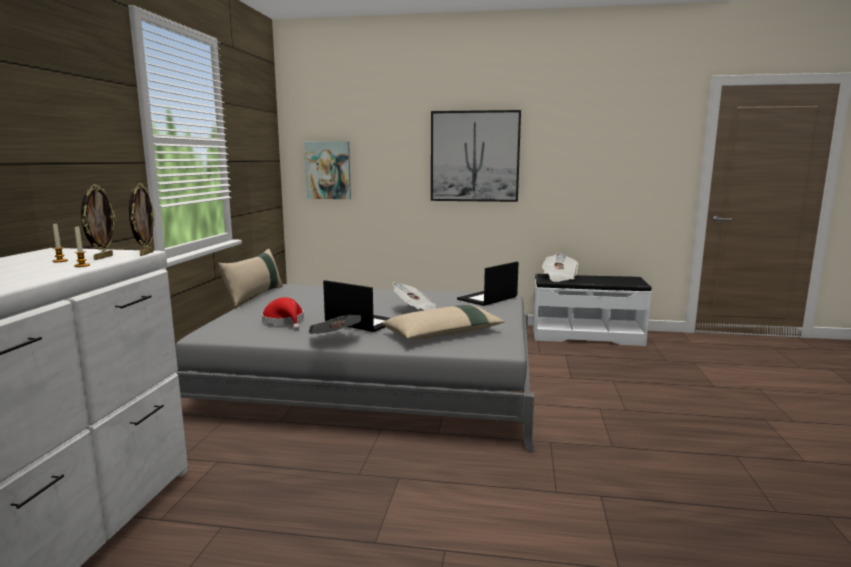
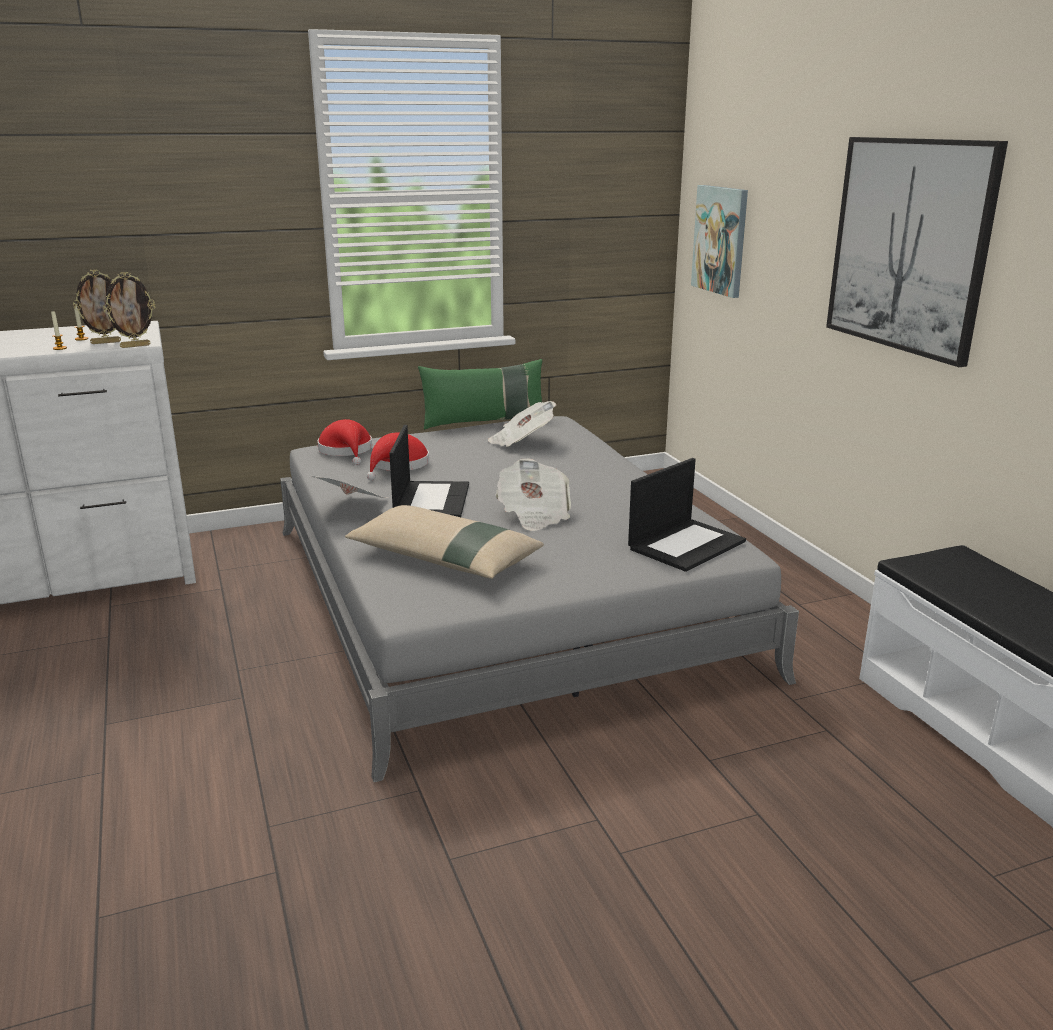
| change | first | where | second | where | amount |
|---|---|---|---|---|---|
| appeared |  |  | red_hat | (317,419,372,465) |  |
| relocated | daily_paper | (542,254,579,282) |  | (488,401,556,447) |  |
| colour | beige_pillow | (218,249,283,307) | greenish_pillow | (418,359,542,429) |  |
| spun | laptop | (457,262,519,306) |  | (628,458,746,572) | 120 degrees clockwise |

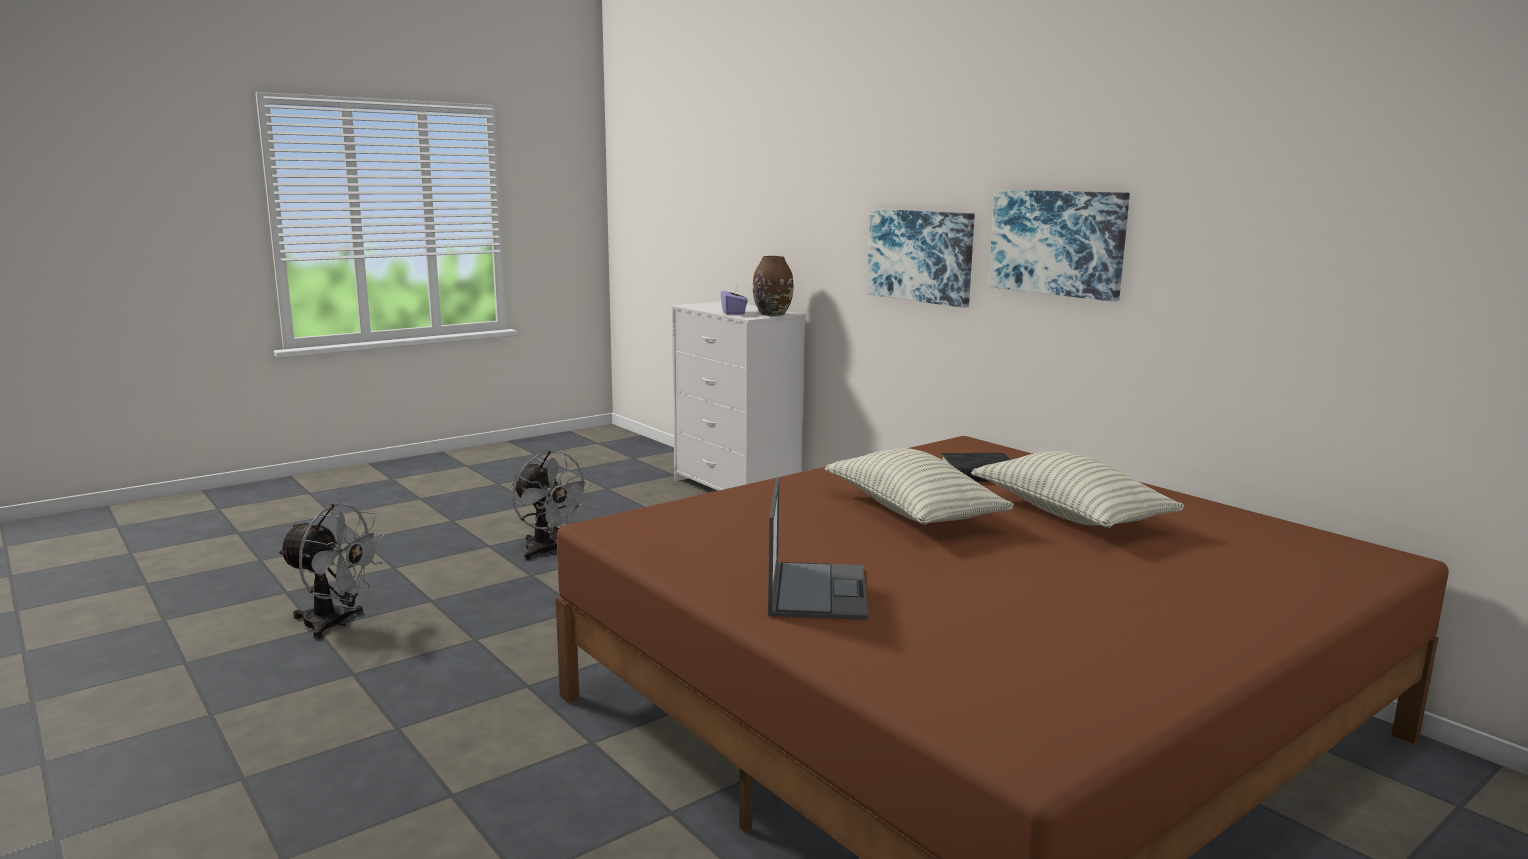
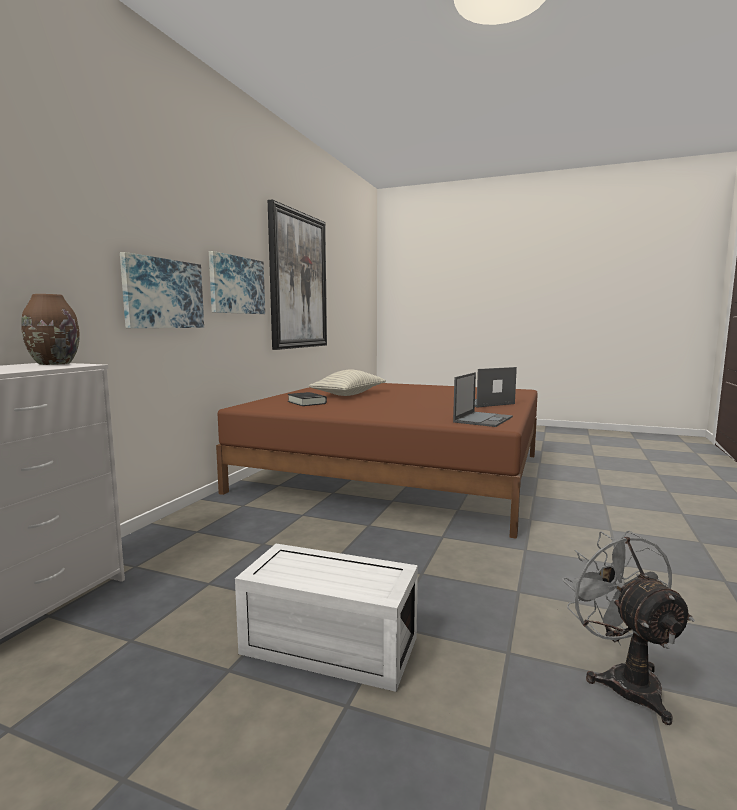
| change | first | where | second | where | amount |
|---|---|---|---|---|---|
| missing | purple-coloured_tissue_holder | (721,285,748,315) |  |  |  |
| missing | pillow | (825,448,1014,525) |  |  |  |
| appeared |  |  | wall_art | (268,199,327,350) |  |
| appeared |  |  | laptop | (453,372,513,427) |  |
| exchanged | gray_cooling_fan | (512,451,592,560) | white-coloured_storage_bin | (235,544,418,692) |  |

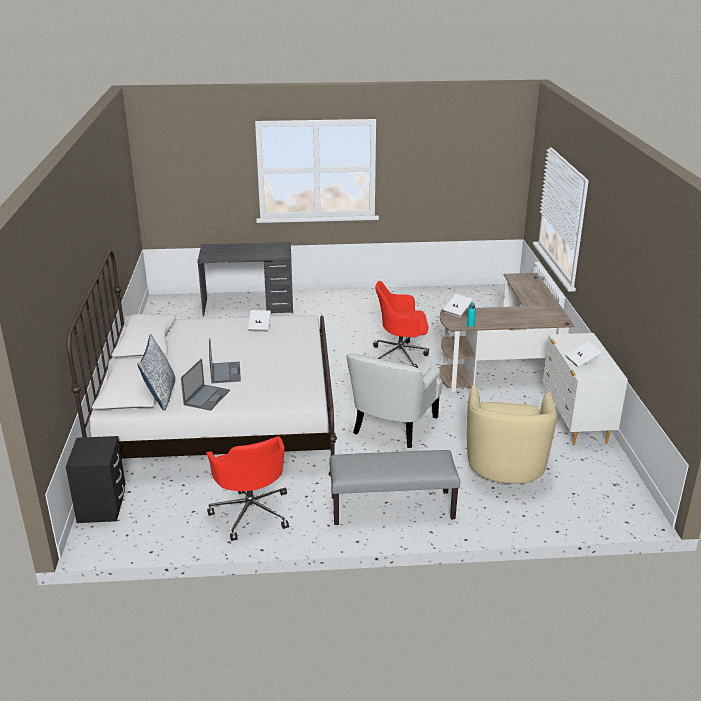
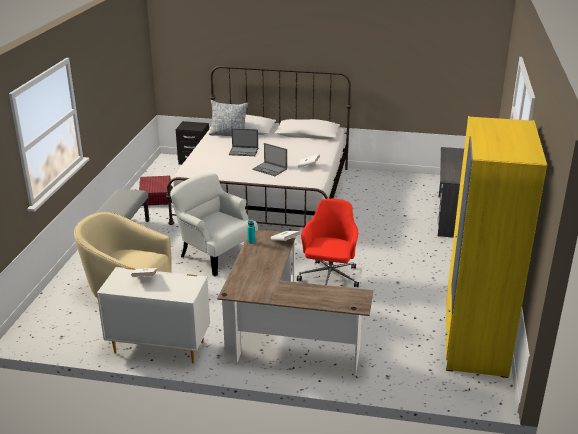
| change | first | where | second | where | amount |
|---|---|---|---|---|---|
| appeared |  |  | yellow-coloured_clothes_cupboard | (446,116,547,378) |  |
| relocated | laptop | (181,359,230,411) |  | (252,143,287,176) |  |
| exchanged | red_desk_chair | (206,436,289,541) | red_travel_case | (139,175,172,206) |  |

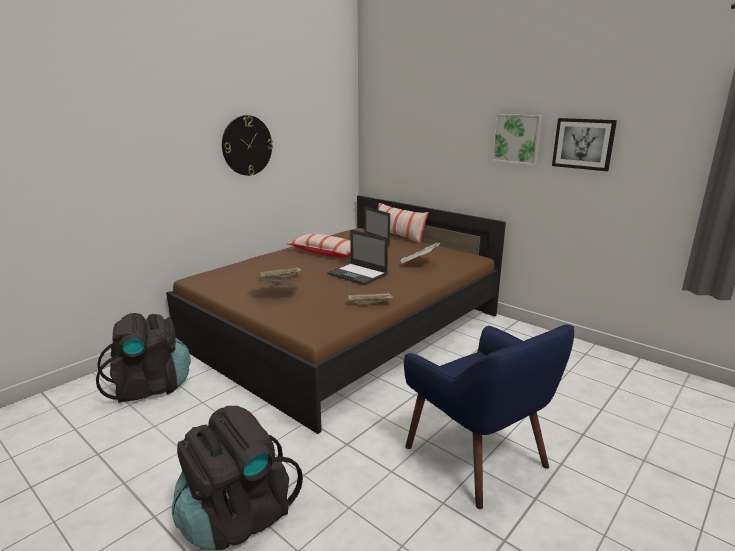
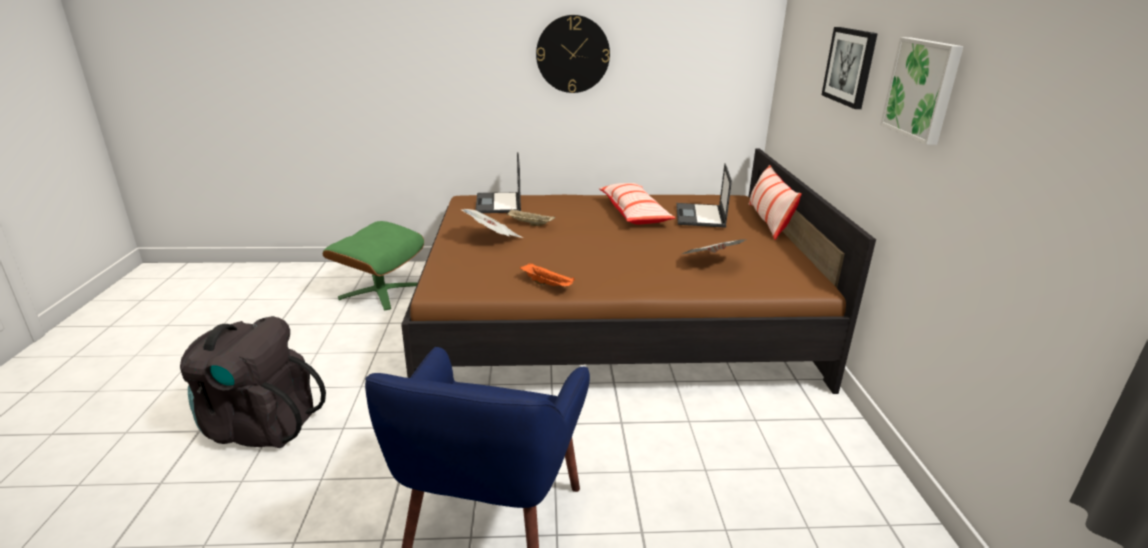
| change | first | where | second | where | amount |
|---|---|---|---|---|---|
| relocated | laptop | (327,230,388,285) |  | (475,152,521,213) |  |
| relocated | wall_art | (552,118,617,171) |  | (822,27,878,109) |  |
| exchanged | black-coloured_rucksack | (96,313,191,403) | greenish_footrest | (323,221,424,310) |  |
| colour | beige_tray | (348,292,394,306) | orangey_tray | (520,263,575,287) |  |

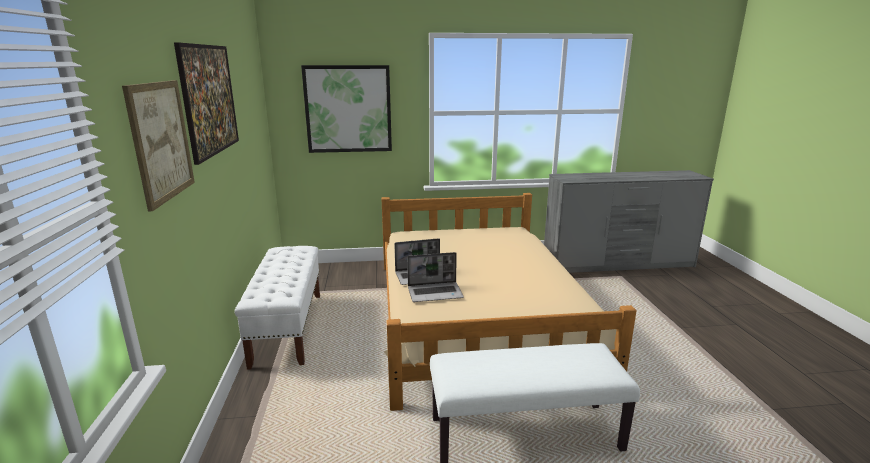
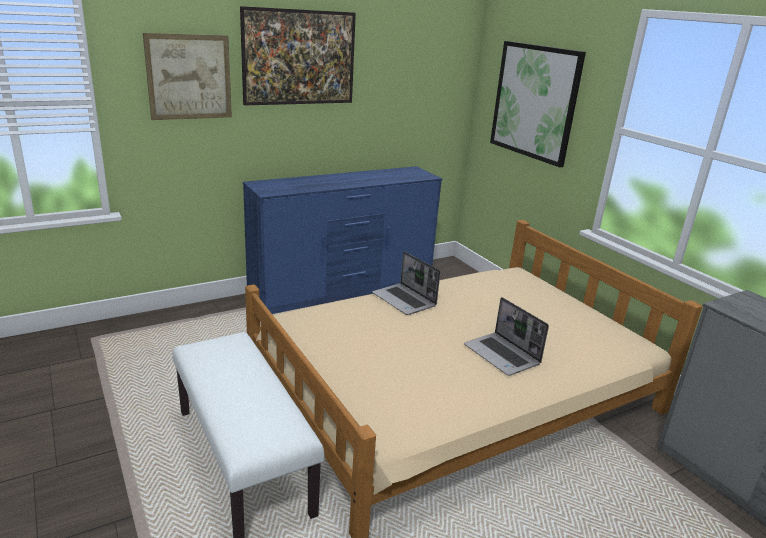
| change | first | where | second | where | amount |
|---|---|---|---|---|---|
| relocated | laptop | (407,252,464,302) |  | (464,297,549,376) |  |
| exchanged | white-coloured_long_seat | (234,246,320,370) | blue_chest_of_drawers | (243,166,442,314) |  |

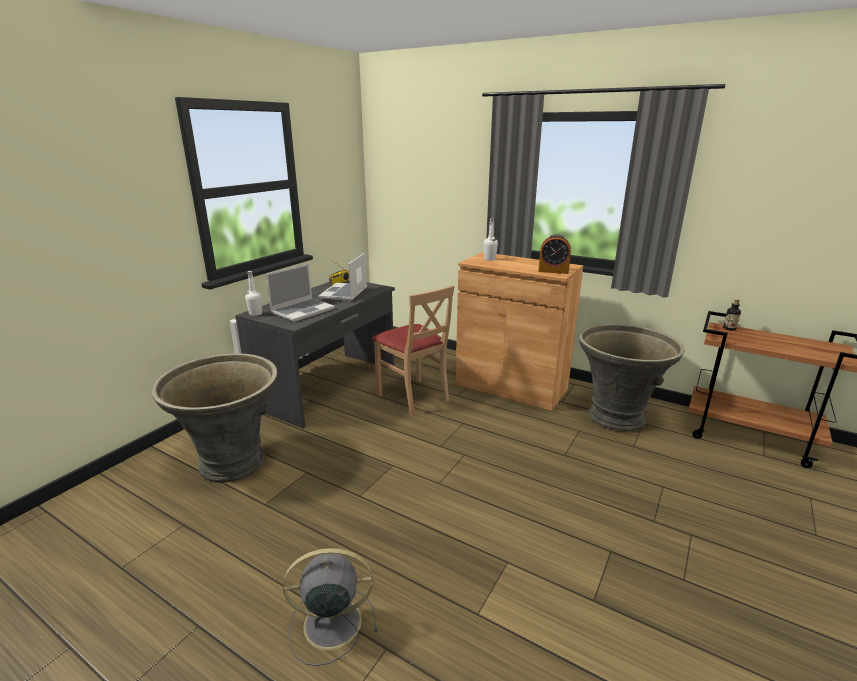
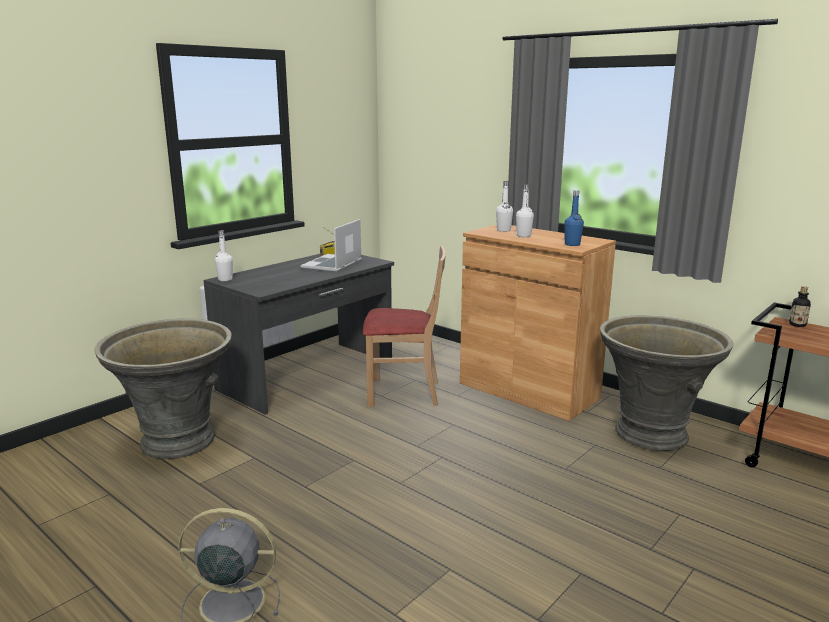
| change | first | where | second | where | amount |
|---|---|---|---|---|---|
| missing | laptop | (266,264,335,322) |  |  |  |
| appeared |  |  | white-coloured_beverage_bottle | (516,185,534,237) |  |
| exchanged | bedside_clock | (538,234,571,274) | blue_beverage_bottle | (564,190,584,246) |  |
| spun | beige_plain_chair | (372,285,455,416) |  | (363,246,446,407) | 60 degrees counterclockwise |

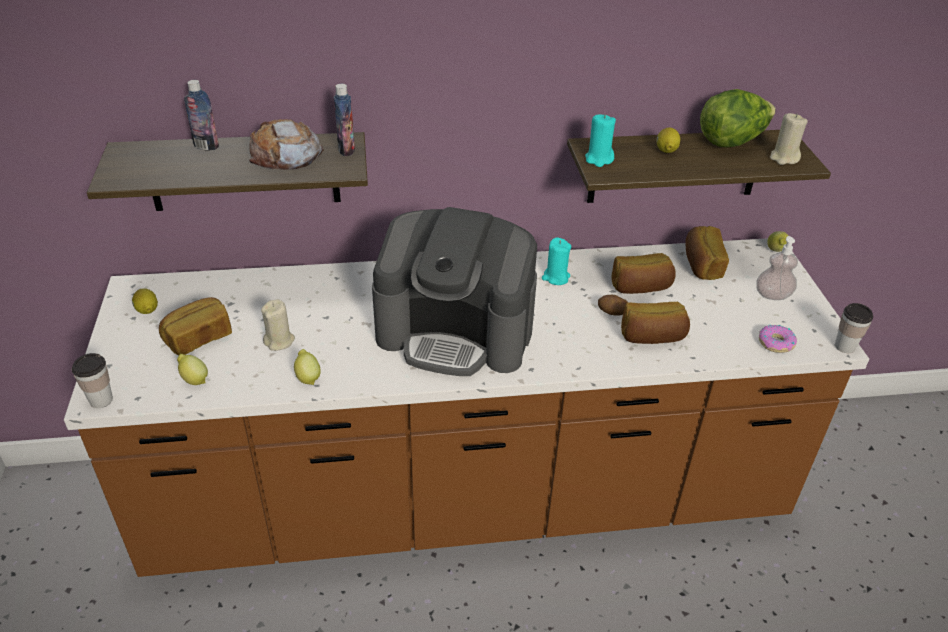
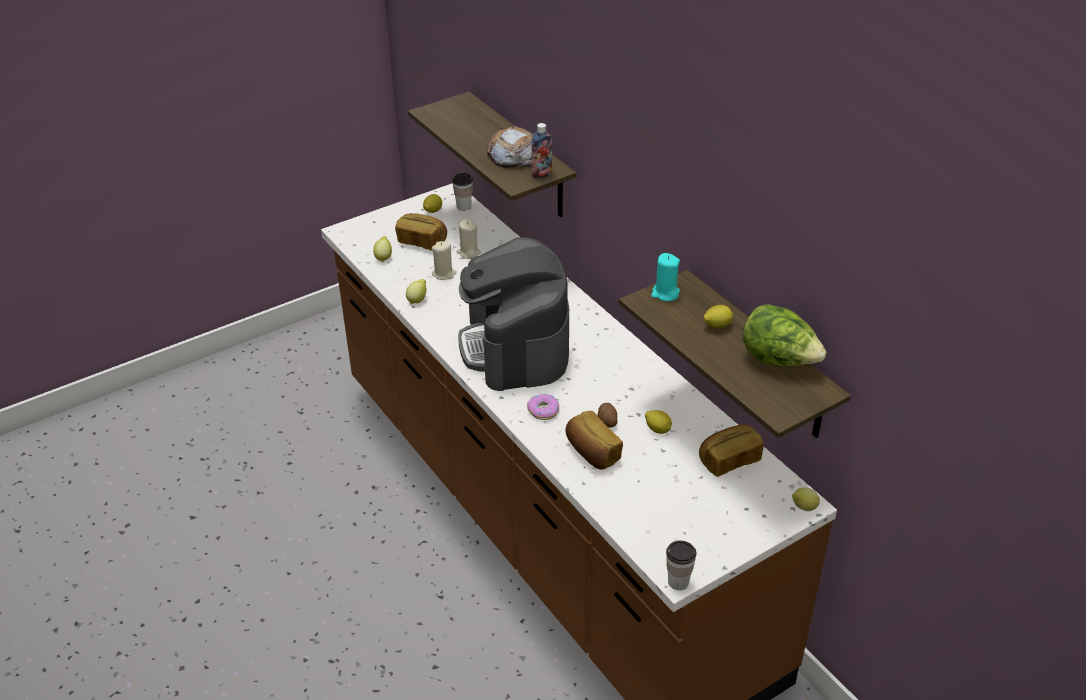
| change | first | where | second | where | amount |
|---|---|---|---|---|---|
| missing | beverage_bottle | (184,80,219,151) |  |  |  |
| missing | blue-green_wax_candle | (542,238,571,285) |  |  |  |
| missing | liquid_soap_bottle | (756,236,798,300) |  |  |  |
| relocated | drinking_cup | (72,353,113,408) |  | (452,173,473,211) |  |
| relocated | ring_doughnut | (759,325,797,353) |  | (527,394,559,420) |  |
| relocated | beige_wax_candle | (770,113,808,165) |  | (457,219,481,259) |  |
| exchanged | bakery_bread | (612,253,676,294) | whole_lemon | (645,410,672,434) |  |

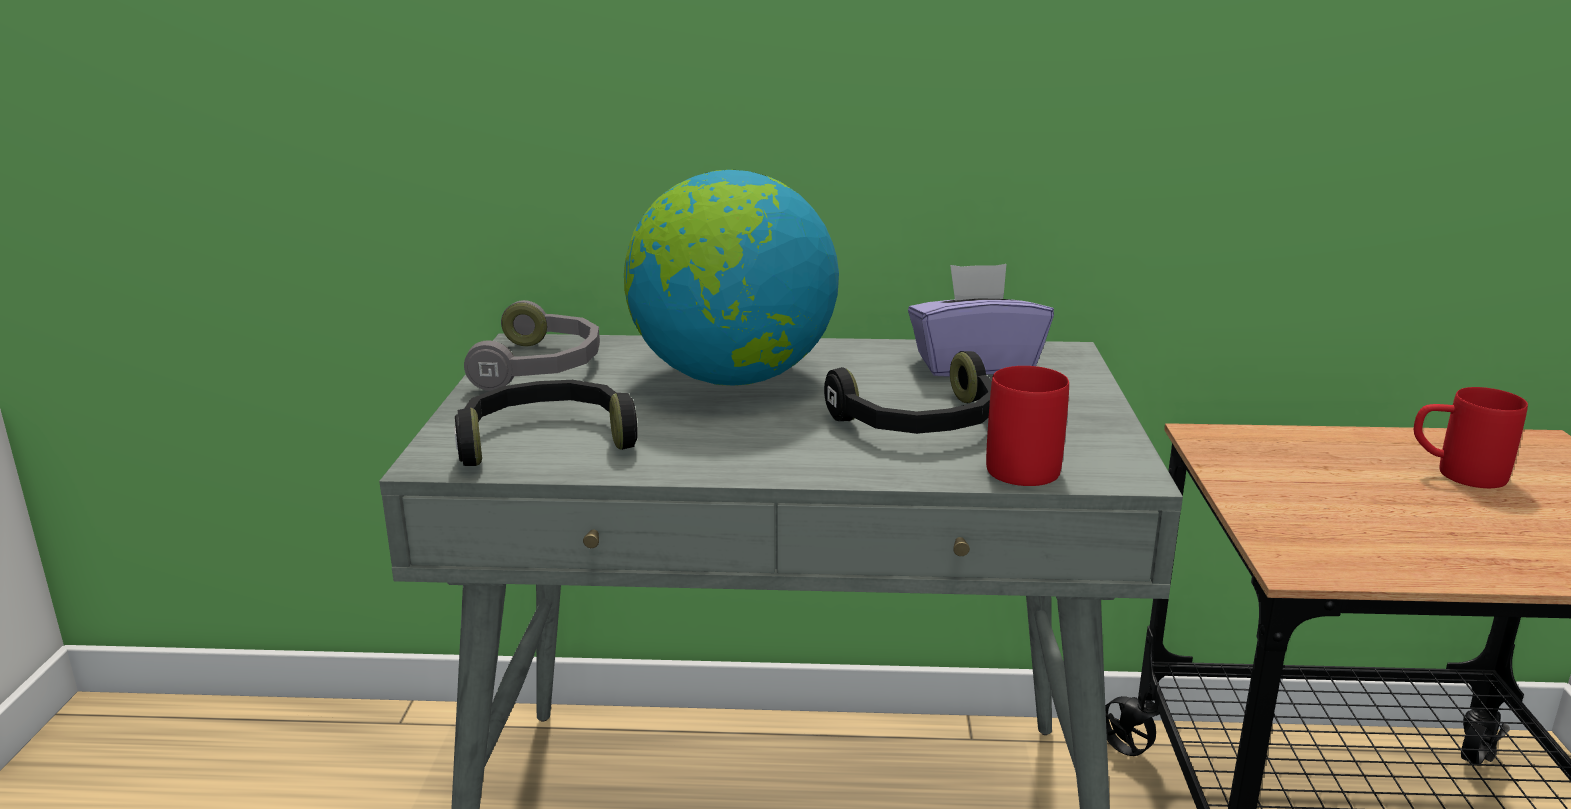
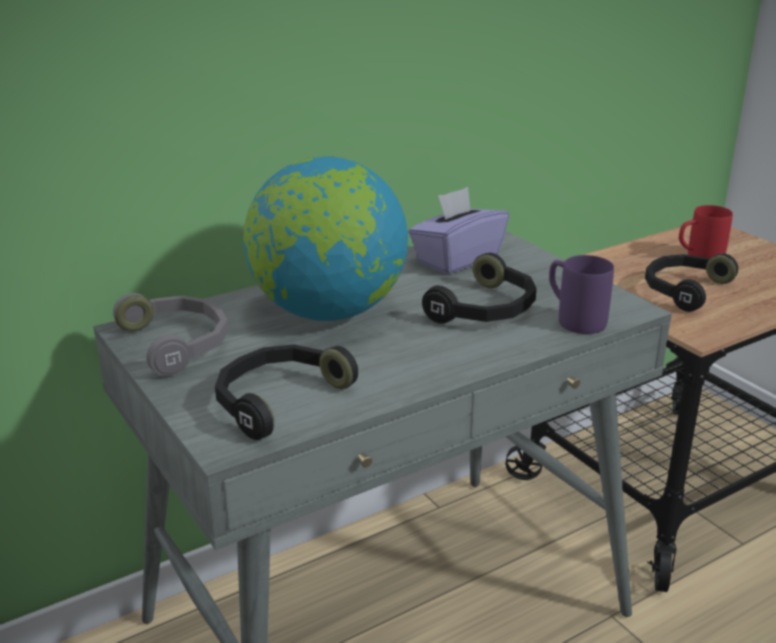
| change | first | where | second | where | amount |
|---|---|---|---|---|---|
| appeared |  |  | black-coloured_pair_of_headphones | (645,253,738,312) |  |
| colour | red_mug | (986,366,1069,486) | purple-coloured_mug | (549,255,614,334) |  |

